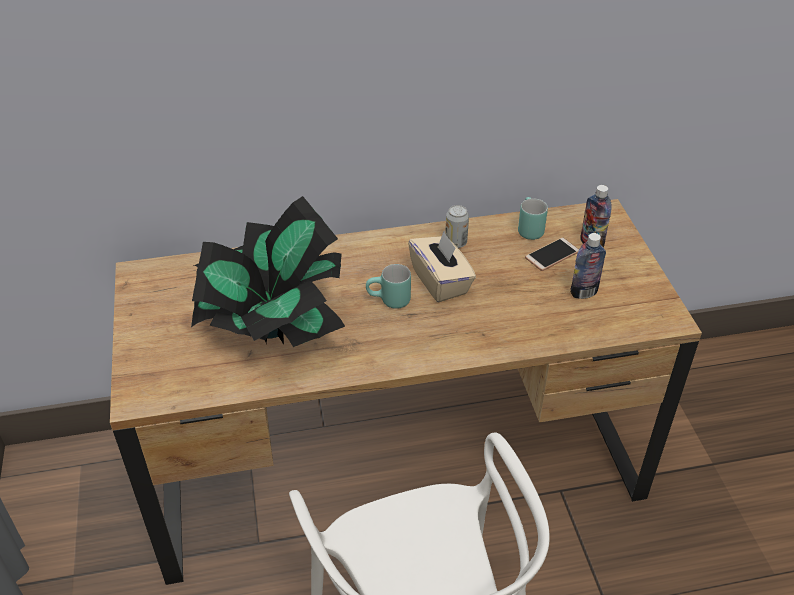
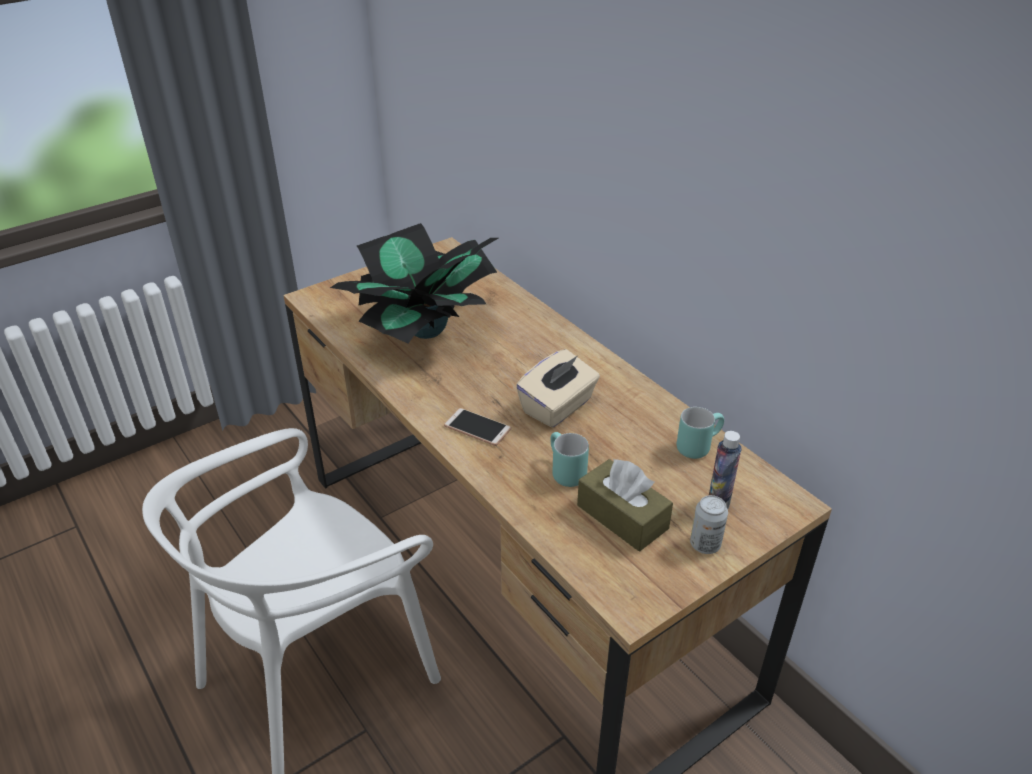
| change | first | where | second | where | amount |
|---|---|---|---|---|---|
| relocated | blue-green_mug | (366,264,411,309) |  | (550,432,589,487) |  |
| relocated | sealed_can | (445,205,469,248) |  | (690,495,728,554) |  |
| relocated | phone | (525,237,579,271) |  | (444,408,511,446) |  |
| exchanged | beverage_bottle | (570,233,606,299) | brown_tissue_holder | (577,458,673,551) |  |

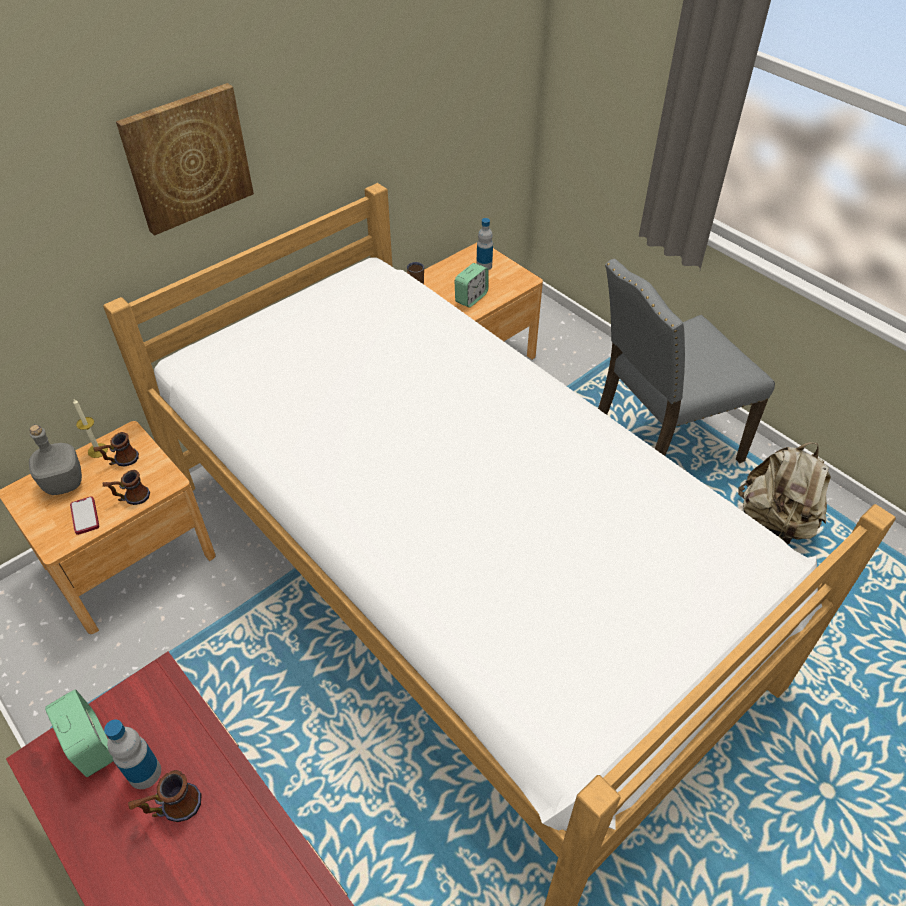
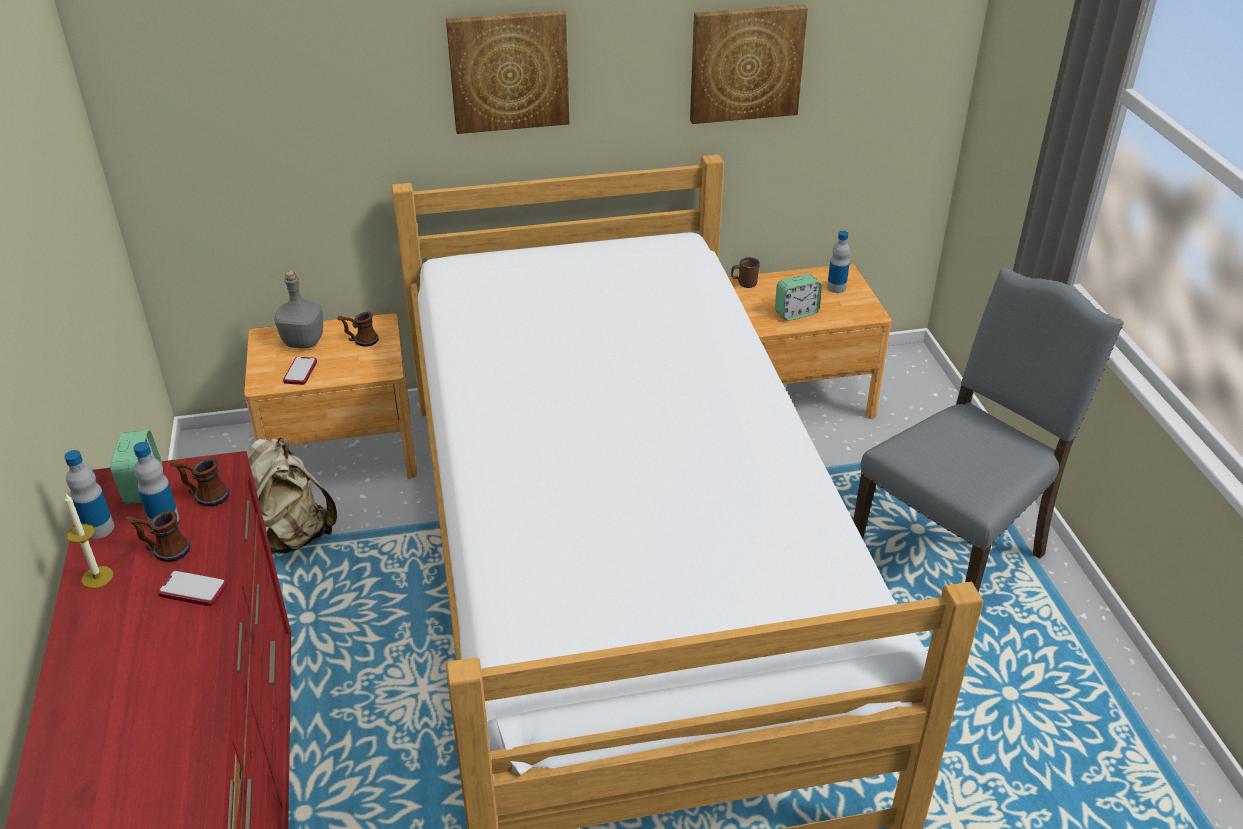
| change | first | where | second | where | amount |
|---|---|---|---|---|---|
| appeared |  |  | beverage_bottle | (64,450,114,539) |  |
| appeared |  |  | phone | (158,570,228,606) |  |
| appeared |  |  | wall_art | (690,5,808,124) |  |
| relocated | wax_candle | (73,399,108,458) |  | (65,494,113,588) |  |
| relocated | mug | (102,470,150,505) |  | (170,458,230,507) |  |
| relocated | beige_rucksack | (738,442,831,544) |  | (248,438,337,554) |  |
| spun | gray_plain_chair | (598,259,775,463) |  | (853,267,1124,593) | 135 degrees clockwise |

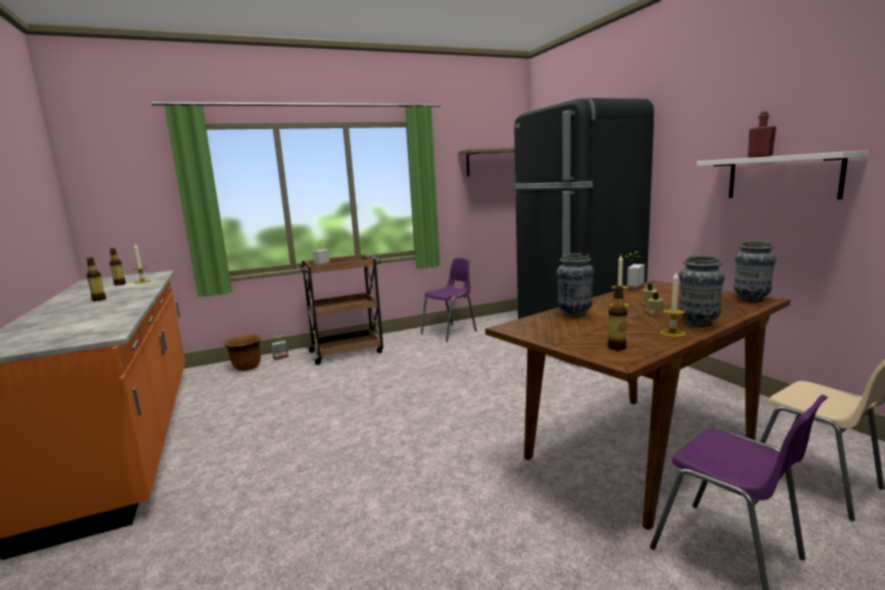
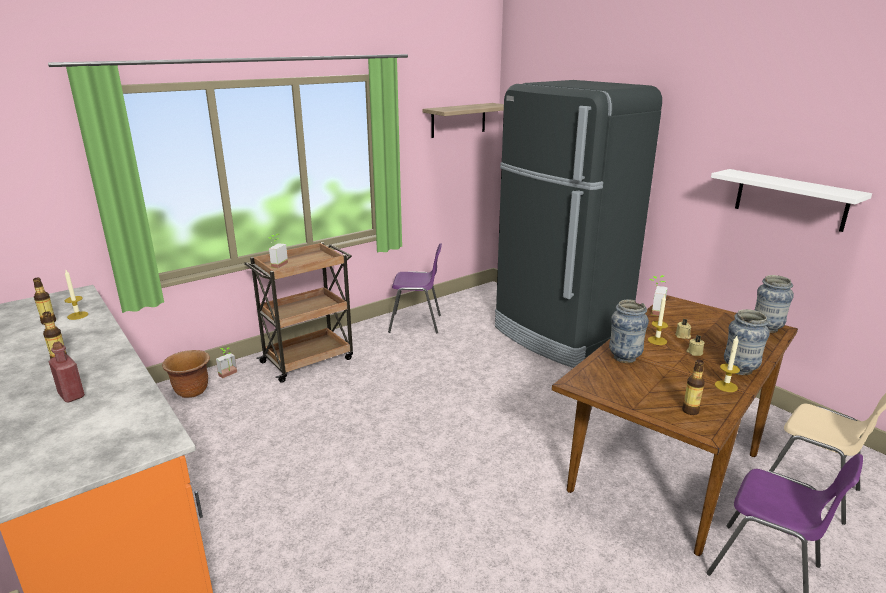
| change | first | where | second | where | amount |
|---|---|---|---|---|---|
| relocated | red_beverage_bottle | (748,111,776,158) |  | (49,341,85,403) |  |
| spun | purple-coloured_plain_chair | (421,258,477,342) |  | (388,243,442,334) | 60 degrees clockwise |

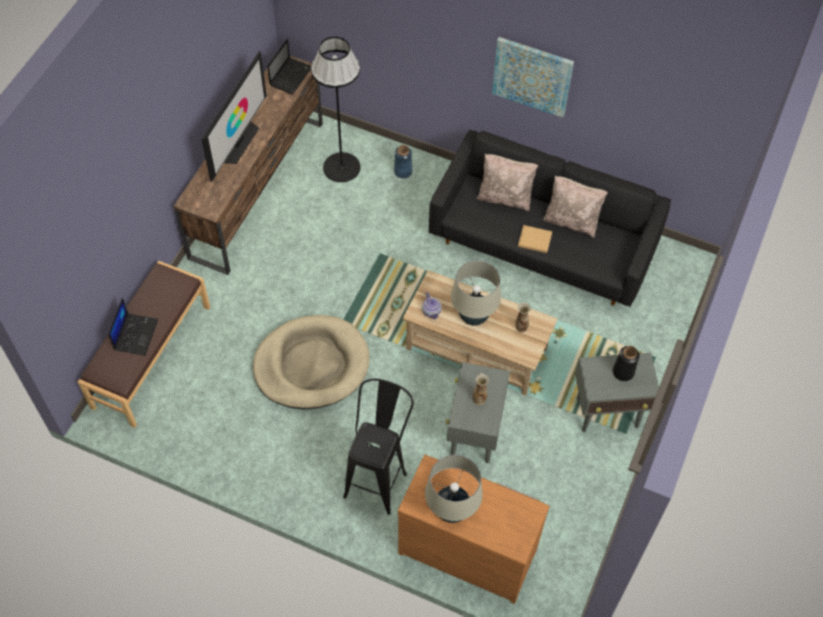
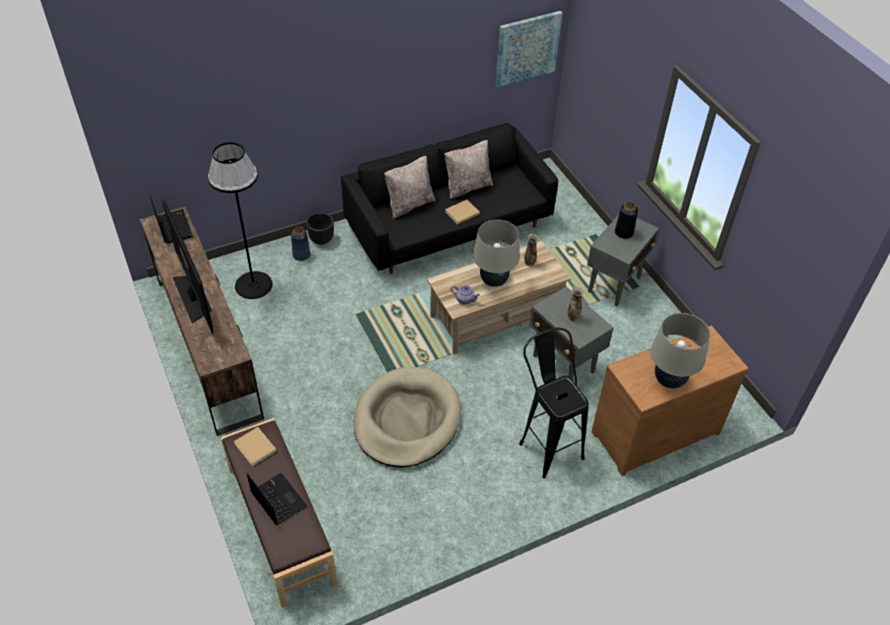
| change | first | where | second | where | amount |
|---|---|---|---|---|---|
| appeared |  |  | beige_volume | (234,427,277,466) |  |
| appeared |  |  | black-coloured_plant_pot | (306,212,334,245) |  |
| relocated | wall_art | (492,37,574,118) |  | (495,11,562,87) |  |

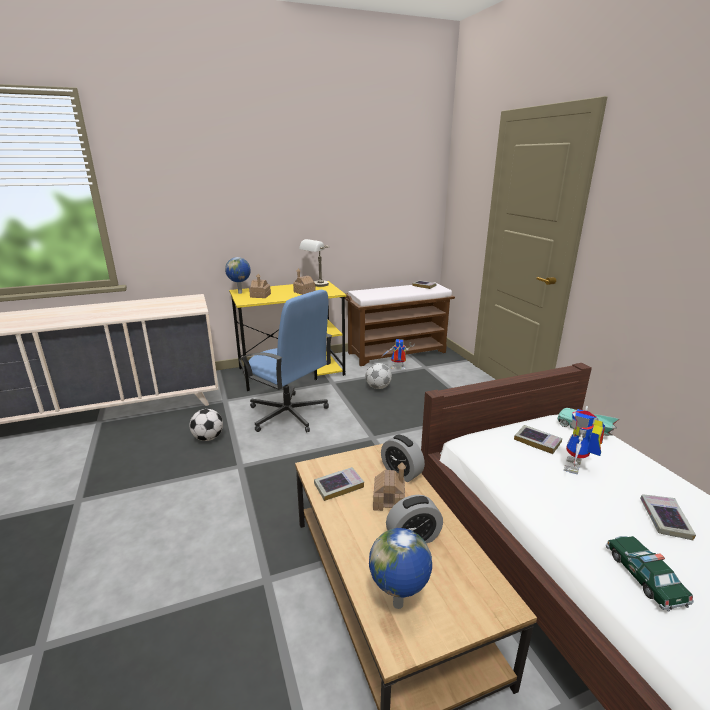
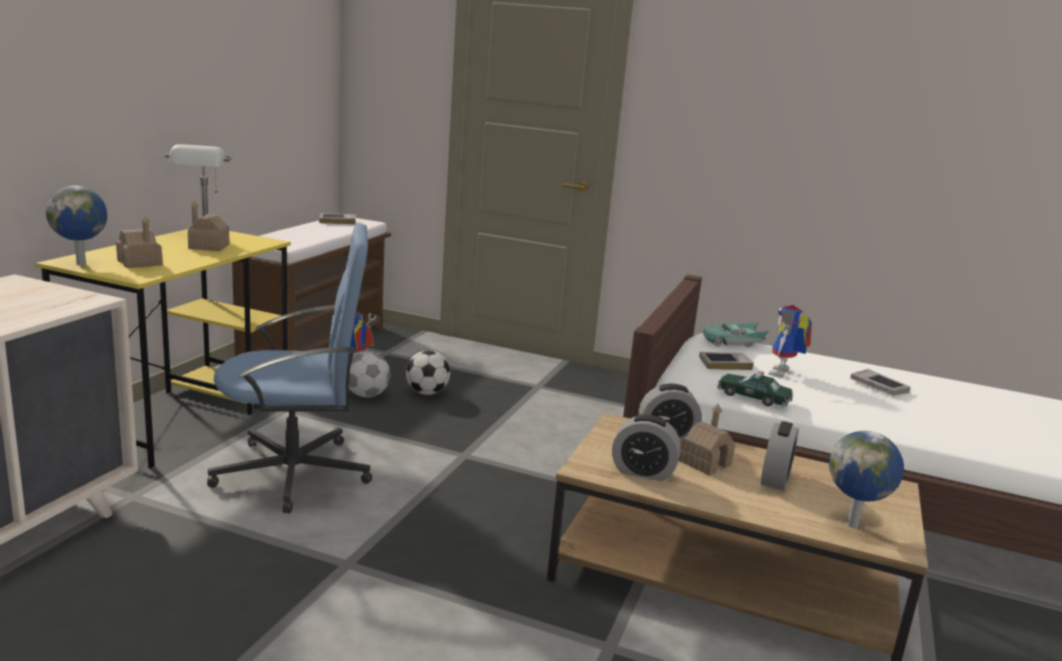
| change | first | where | second | where | amount |
|---|---|---|---|---|---|
| relocated | football_ball | (189,409,223,441) |  | (406,350,450,395) |  |
| relocated | toy_car | (606,536,694,612) |  | (717,371,793,407) |  |
| exchanged | volume | (314,467,364,501) | bedside_clock | (612,414,681,482) |  |
| spun | model_robot | (564,406,605,474) |  | (768,305,812,378) | 45 degrees clockwise |

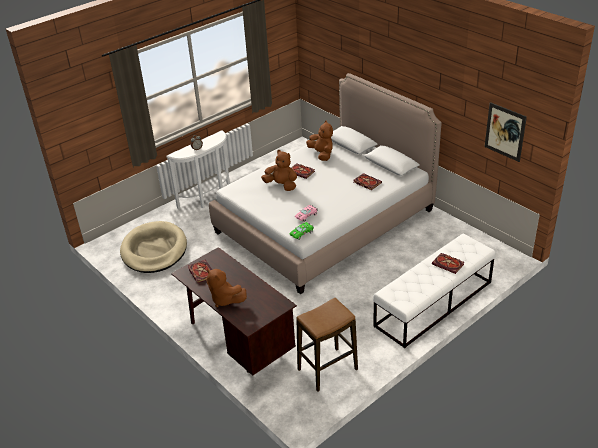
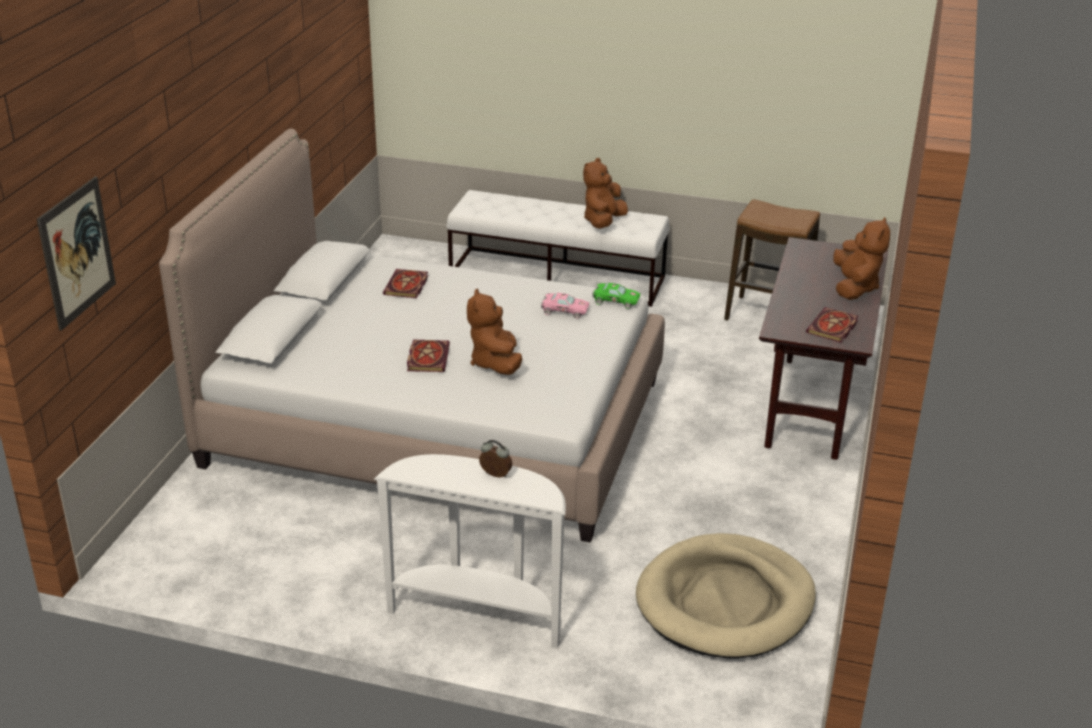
| change | first | where | second | where | amount |
|---|---|---|---|---|---|
| missing | volume | (432,253,464,274) |  |  |  |
| relocated | brown_soft_toy | (306,121,333,161) |  | (583,158,628,229) |  |
| relocated | wall_art | (484,102,527,162) |  | (37,177,116,331) |  |

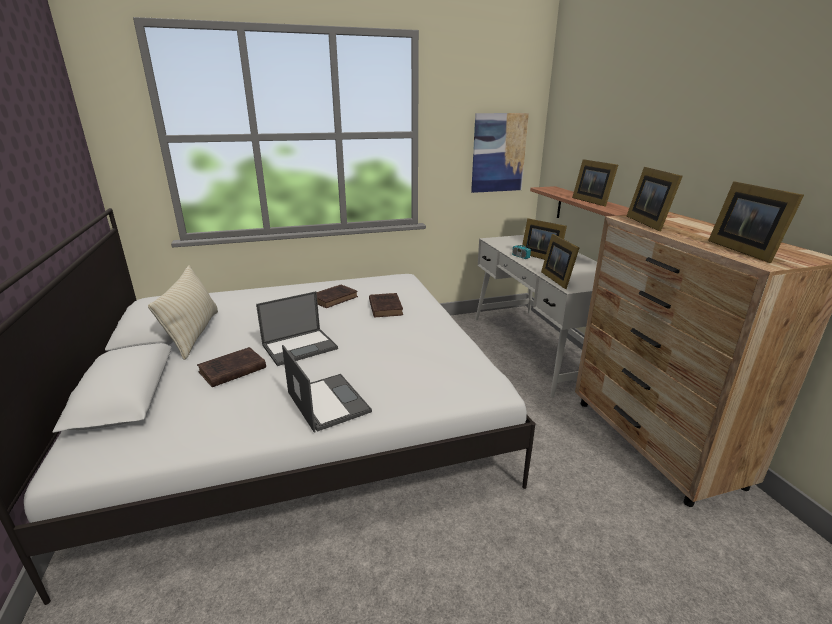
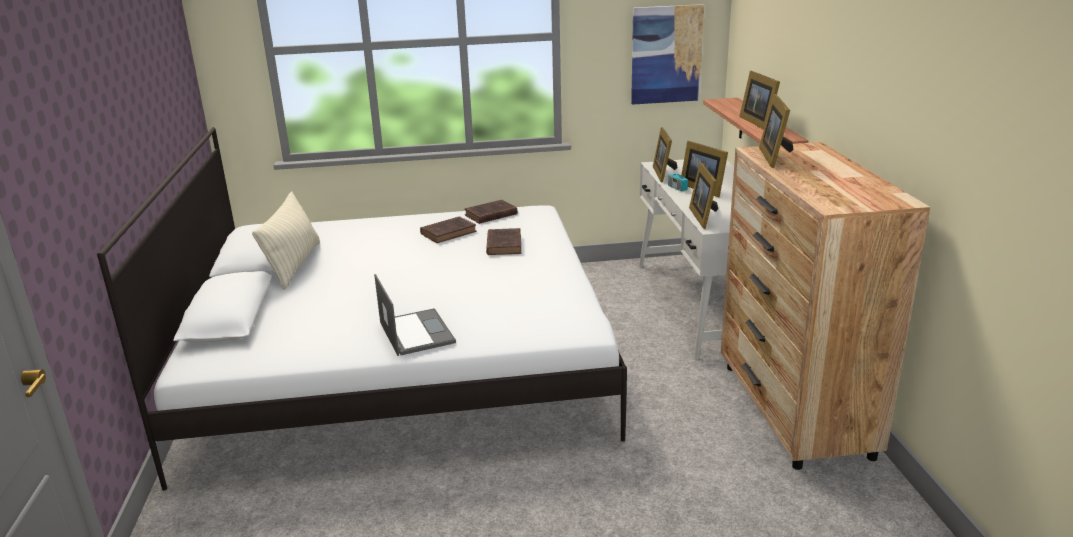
| change | first | where | second | where | amount |
|---|---|---|---|---|---|
| missing | laptop | (256,291,338,366) |  |  |  |
| relocated | brown_volume | (197,347,266,387) |  | (465,200,518,224) |  |
| relocated | picture_frame | (708,181,804,263) |  | (653,127,678,183) |  |

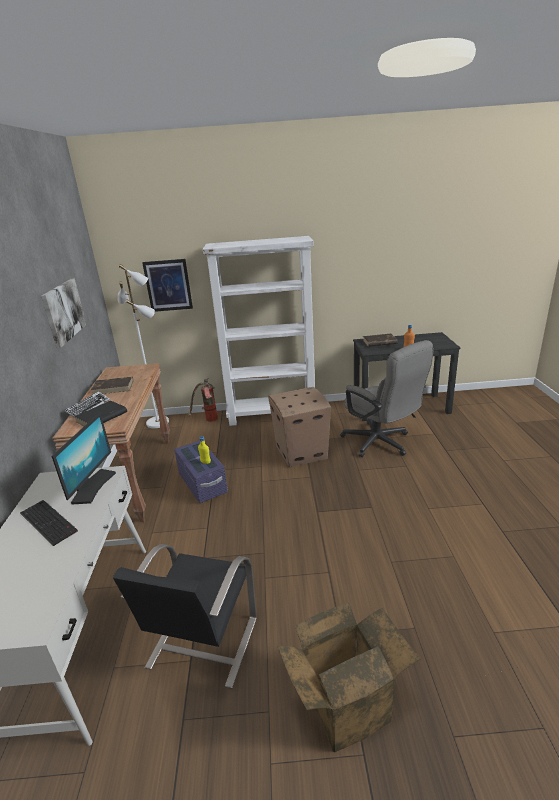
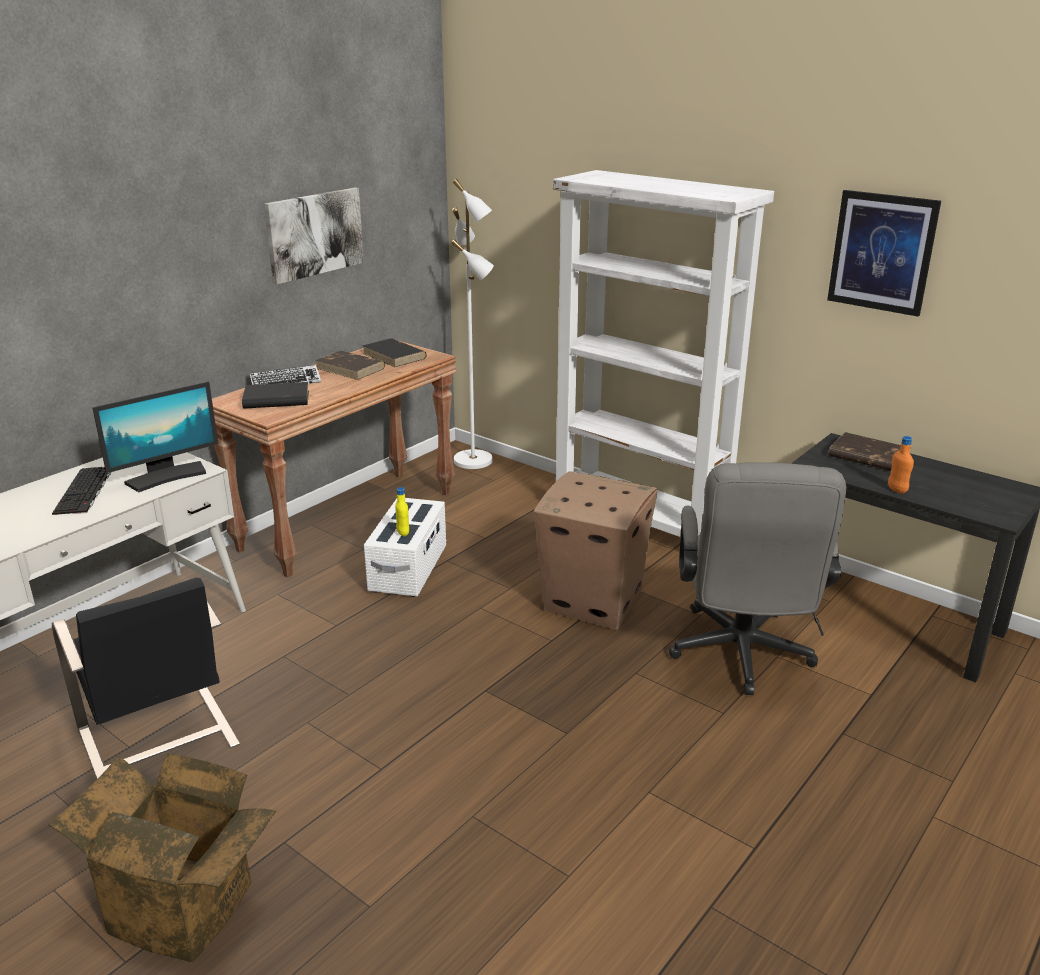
| change | first | where | second | where | amount |
|---|---|---|---|---|---|
| missing | fire_extinguisher | (188,378,218,422) |  |  |  |
| appeared |  |  | black-coloured_volume | (362,338,427,367) |  |
| relocated | wall_art | (142,259,193,312) |  | (827,190,941,316) |  |
| colour | purple-coloured_storage_bin | (174,441,228,503) | white-coloured_storage_bin | (364,498,446,597) |  |
| spun | black-coloured_plain_chair | (113,544,257,689) |  | (51,578,240,780) | 90 degrees counterclockwise |

